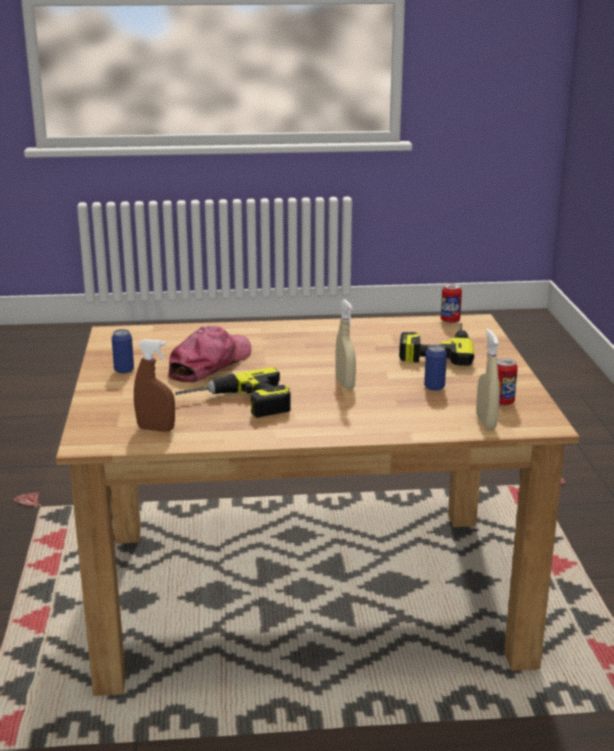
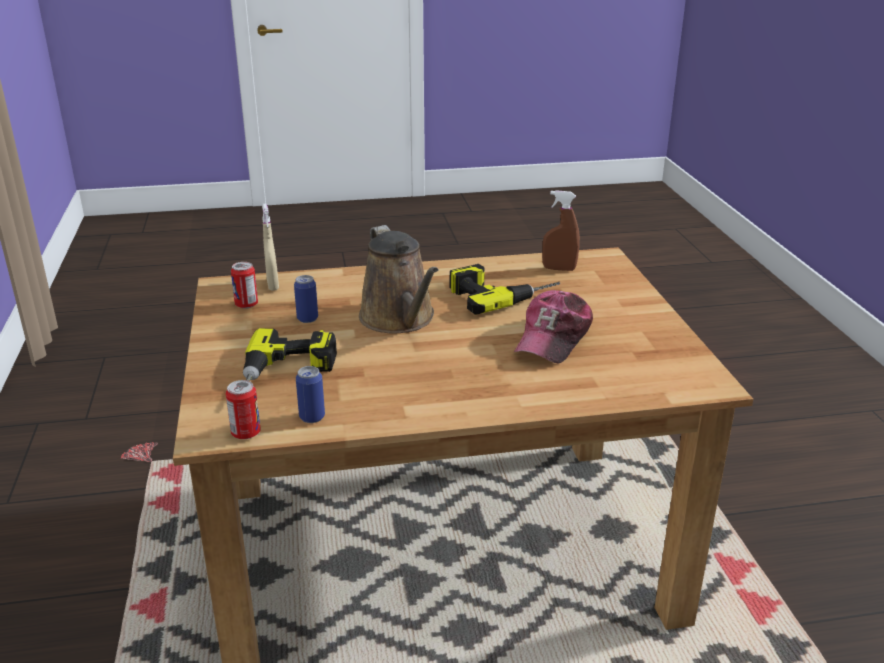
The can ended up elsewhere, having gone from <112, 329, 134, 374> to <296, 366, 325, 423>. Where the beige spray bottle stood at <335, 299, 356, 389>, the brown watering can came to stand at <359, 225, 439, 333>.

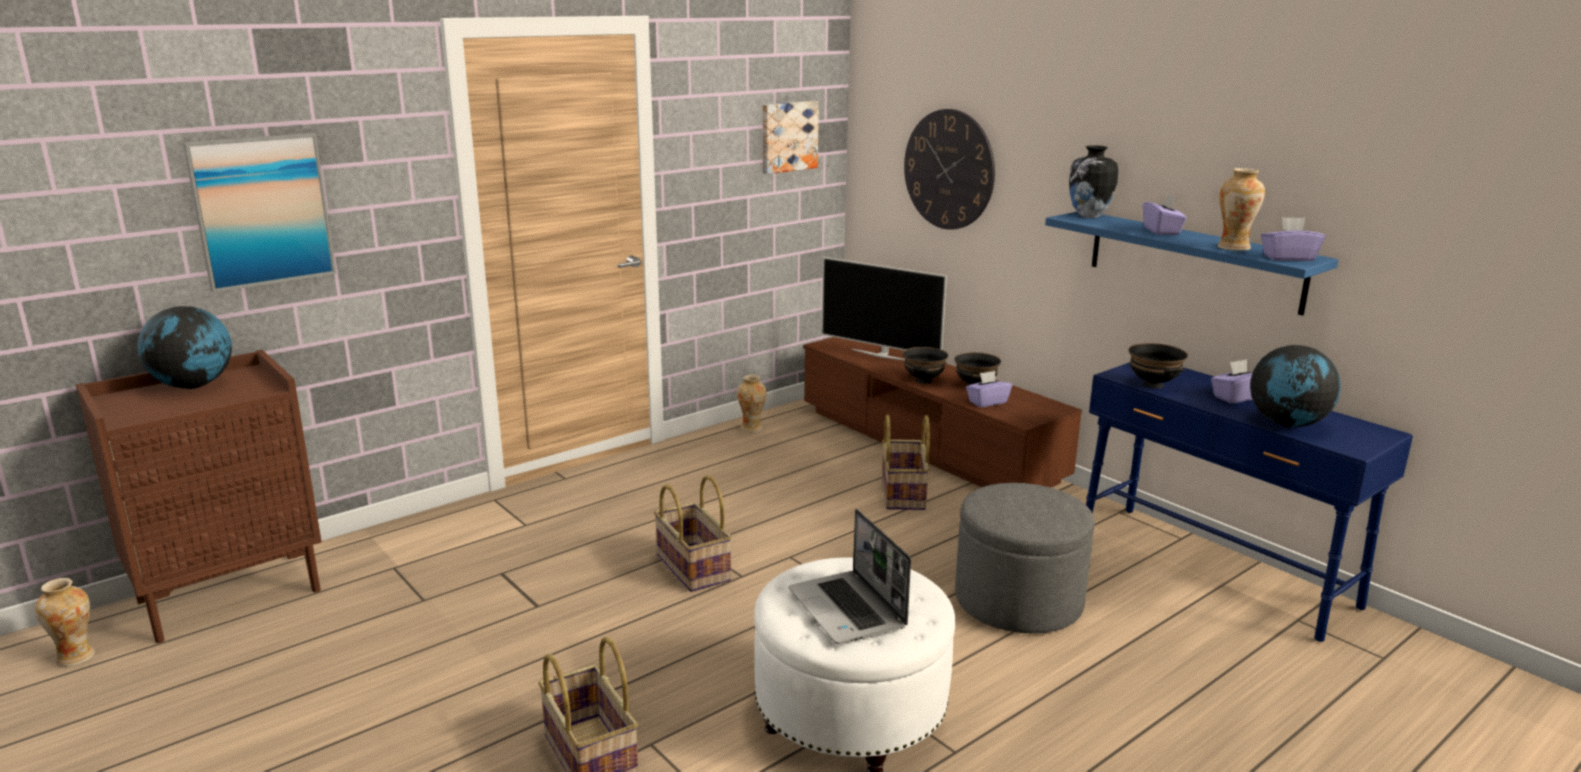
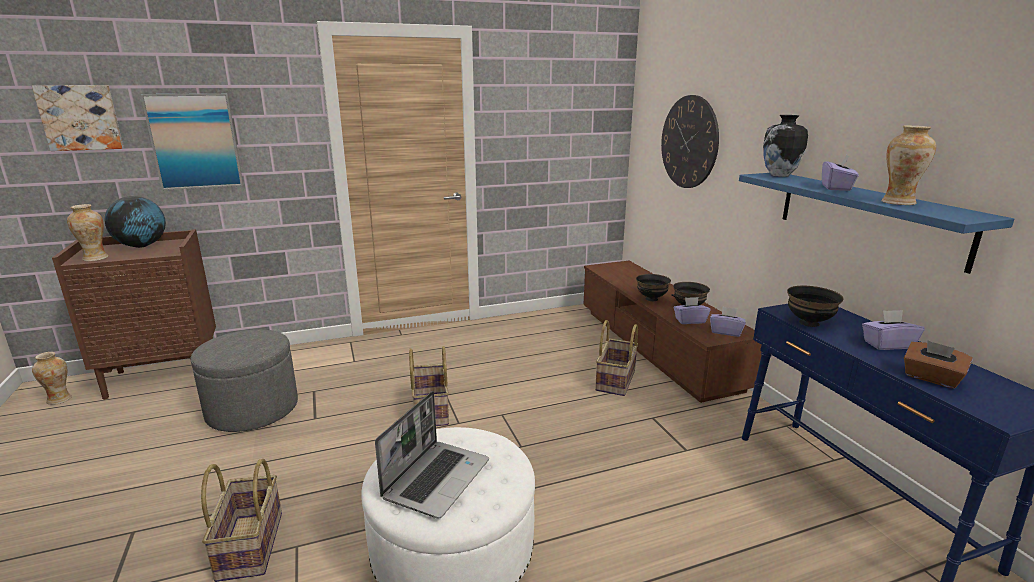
The vase ended up elsewhere, having gone from <737, 375, 766, 433> to <67, 204, 108, 261>. The picture ended up elsewhere, having gone from <762, 101, 819, 174> to <32, 85, 124, 151>. The laptop at <788, 509, 911, 644> ended up facing another way, 150 degrees counterclockwise from before. The second view lost the television at <821, 257, 947, 361>. The grey ottoman ended up elsewhere, having gone from <955, 483, 1094, 634> to <190, 329, 298, 432>. Where the globe stood at <1250, 345, 1341, 427>, the brown tissue box came to stand at <904, 341, 973, 389>. The purple tissue box ended up elsewhere, having gone from <1261, 217, 1325, 261> to <710, 306, 746, 337>.

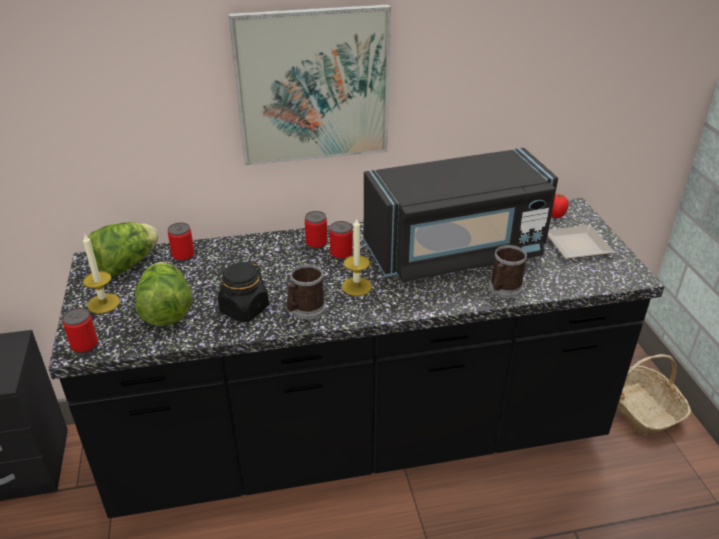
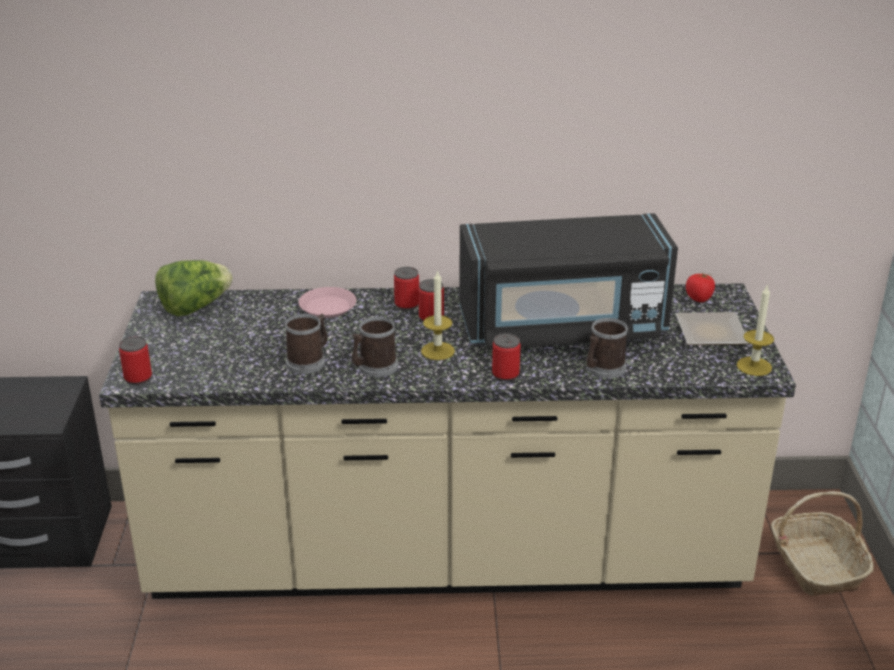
What was the black counter at <48, 198, 664, 519> turned into the beige counter at <99, 283, 796, 599>. The candle ended up elsewhere, having gone from <83, 233, 120, 314> to <737, 284, 774, 376>. The second view lost the lettuce at <135, 262, 192, 326>. The can ended up elsewhere, having gone from <168, 223, 195, 262> to <492, 333, 521, 381>. Where the black jar stood at <218, 261, 269, 322>, the mug came to stand at <285, 314, 328, 374>. The second view lost the picture at <229, 4, 391, 165>. The second view gained the pink plate at <299, 287, 356, 318>.

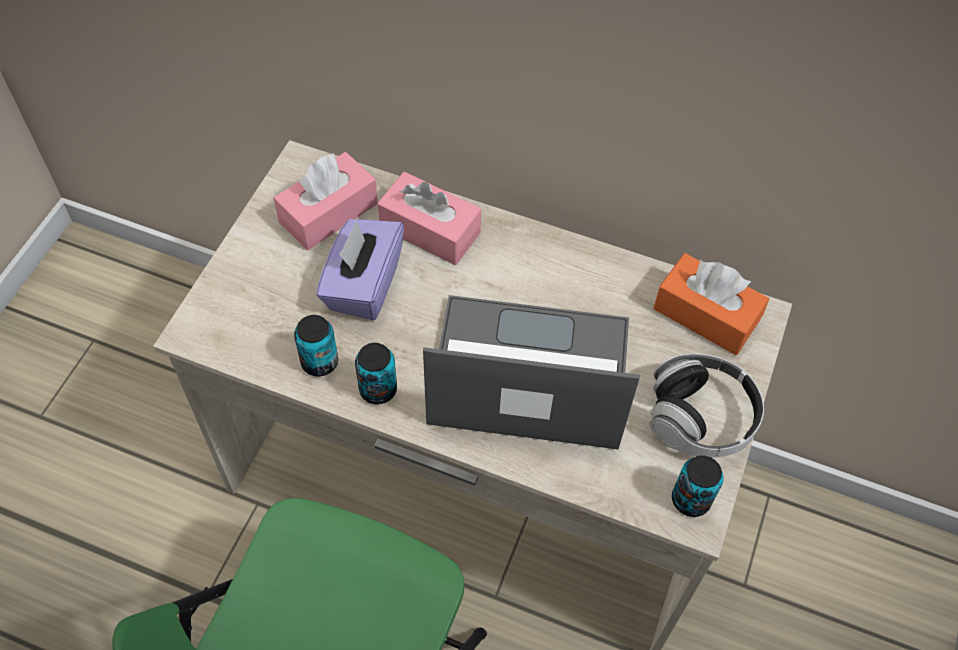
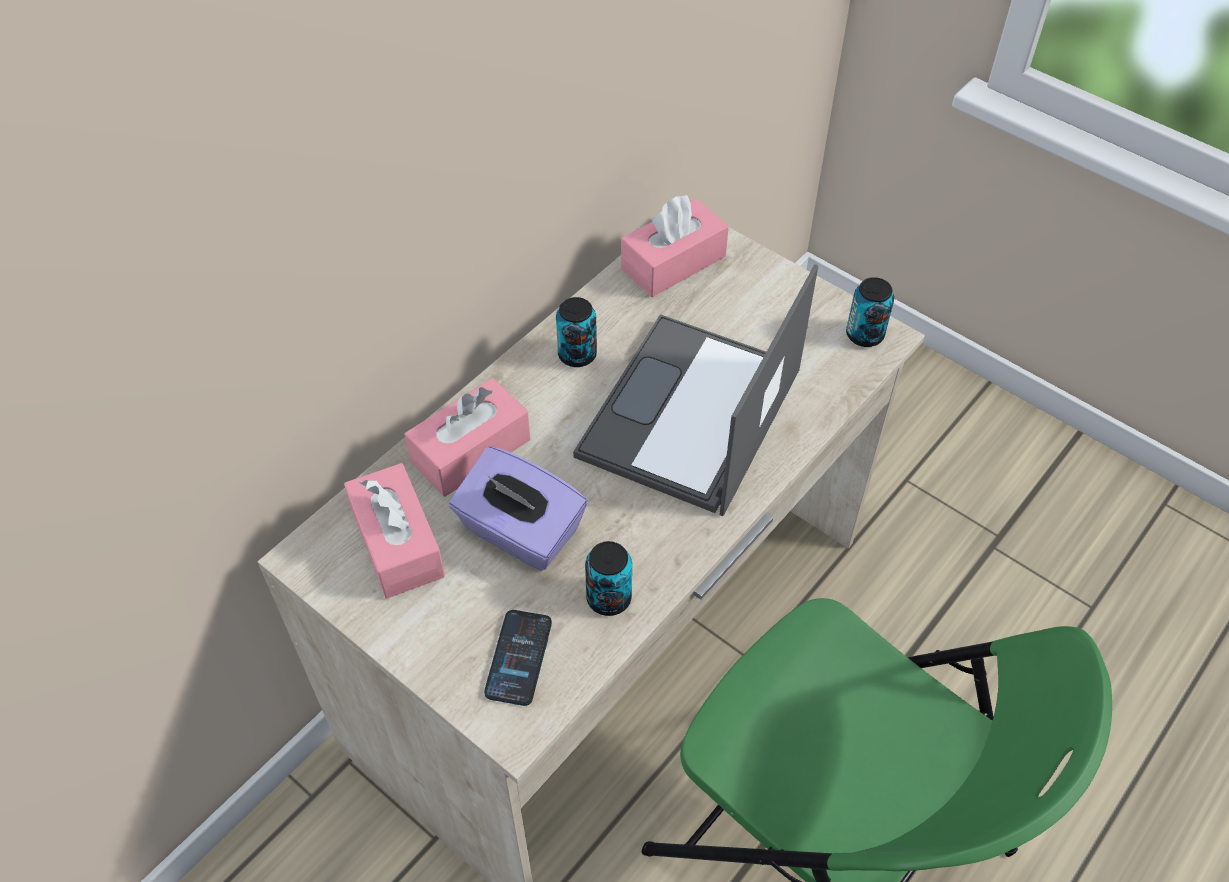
The can ended up elsewhere, having gone from <355, 343, 397, 404> to <556, 297, 597, 367>. The second view lost the headphones at <649, 354, 764, 458>. What was the orange tissue box at <654, 253, 769, 355> turned into the pink tissue box at <621, 195, 729, 297>. The second view gained the phone at <484, 610, 552, 706>.

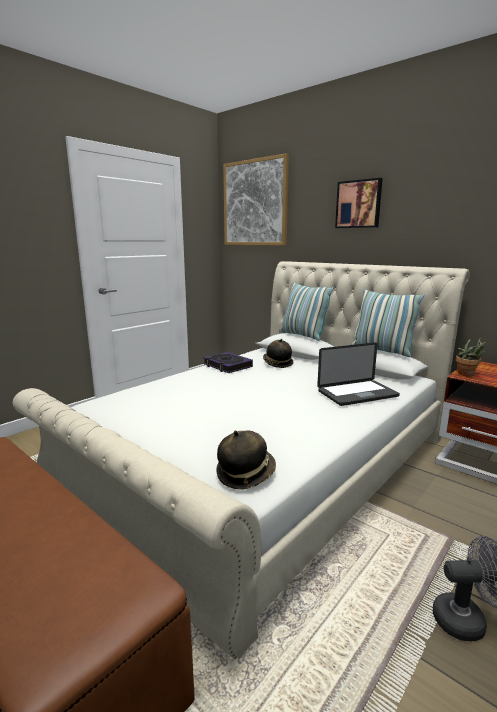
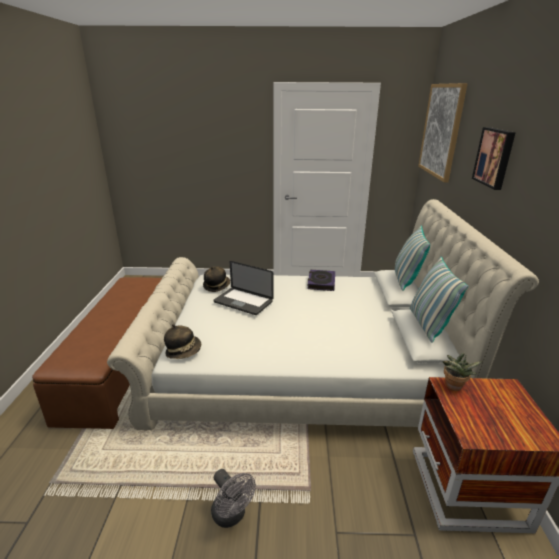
The hat ended up elsewhere, having gone from <263, 339, 293, 368> to <203, 266, 230, 292>. The laptop ended up elsewhere, having gone from <317, 343, 400, 406> to <214, 261, 273, 315>.

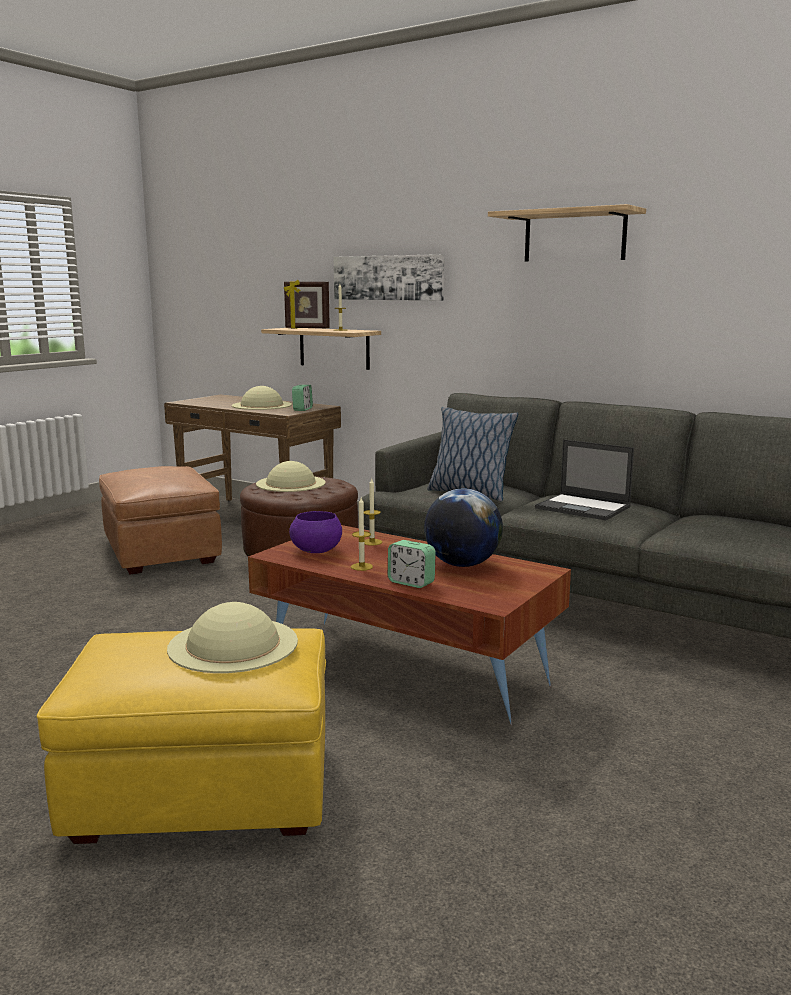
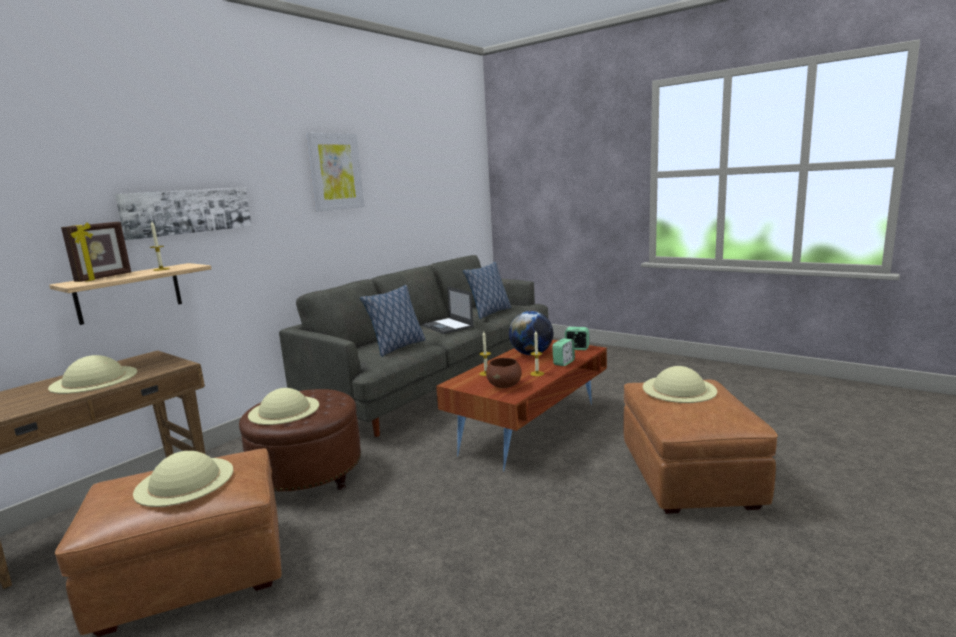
What was the yellow ottoman at <37, 628, 326, 844> turned into the brown ottoman at <623, 380, 778, 514>. What was the purple bowl at <289, 511, 342, 553> turned into the brown bowl at <486, 358, 521, 388>. The alarm clock ended up elsewhere, having gone from <292, 385, 313, 411> to <565, 327, 589, 350>. Where the shelf hung at <488, 204, 646, 261>, the picture came to hang at <306, 133, 365, 212>. The laptop at <535, 439, 634, 520> ended up facing another way, 105 degrees clockwise from before. The second view gained the beige hat at <133, 451, 233, 507>. The second view gained the pillow at <463, 262, 511, 319>.

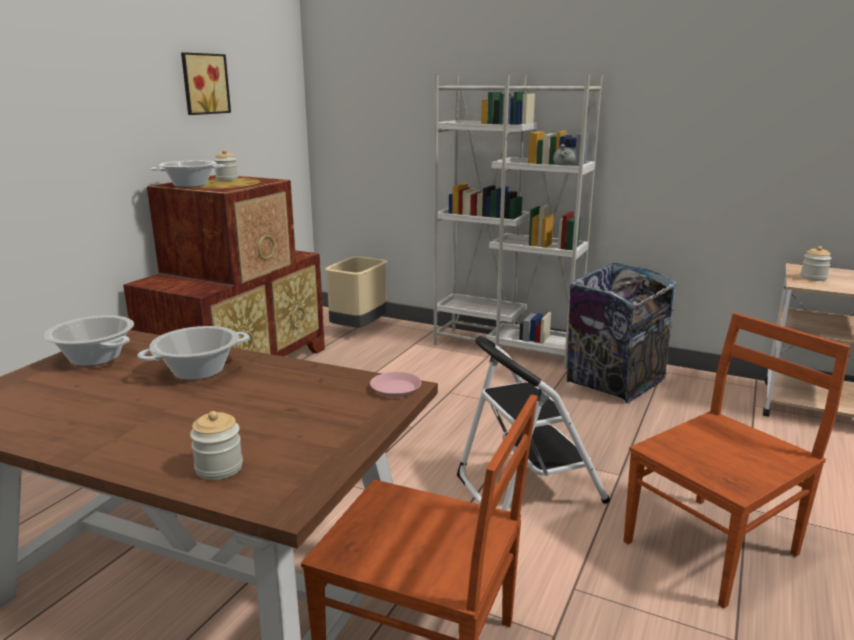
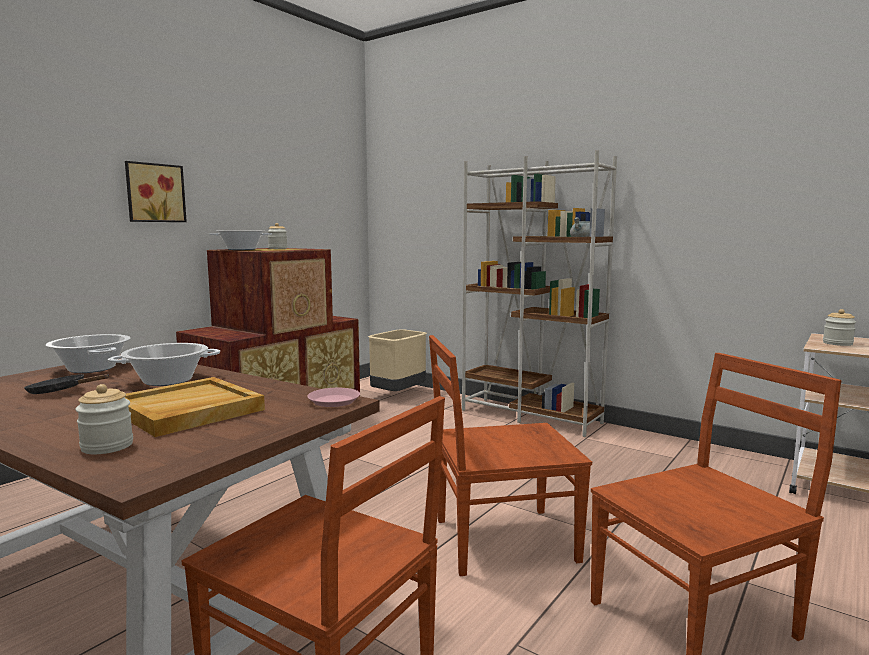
The picture ended up elsewhere, having gone from <181, 52, 231, 115> to <125, 161, 187, 222>. What was the white bookcase at <434, 74, 603, 369> turned into the brown bookcase at <462, 151, 617, 437>. Where the step ladder stood at <457, 336, 610, 511>, the brown chair came to stand at <429, 335, 592, 576>. The second view lost the trash can at <567, 263, 677, 403>. The second view gained the black frying pan at <24, 374, 109, 394>. The second view gained the beige tray at <125, 377, 265, 437>.

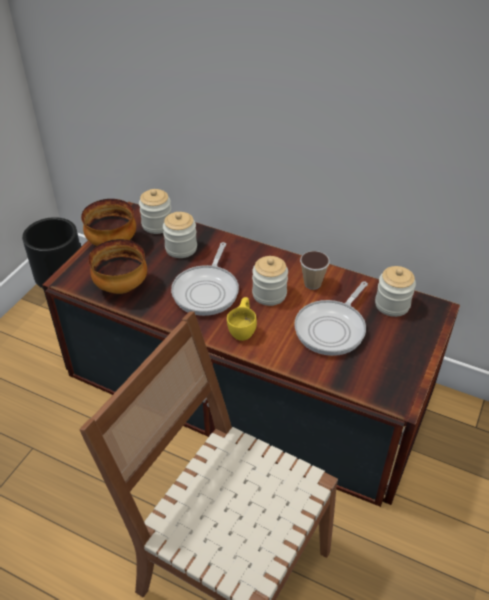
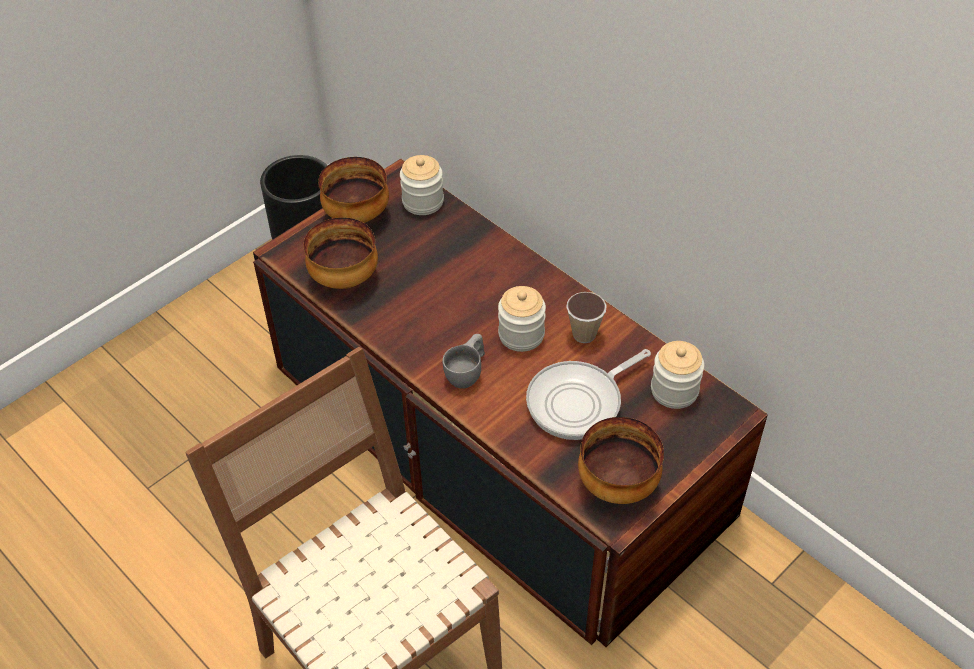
The second view lost the jar at <163, 212, 197, 258>. The second view lost the frying pan at <171, 242, 239, 316>. What was the yellow cup at <227, 297, 257, 341> turned into the grey cup at <443, 334, 485, 389>. The second view gained the bowl at <578, 417, 664, 504>.

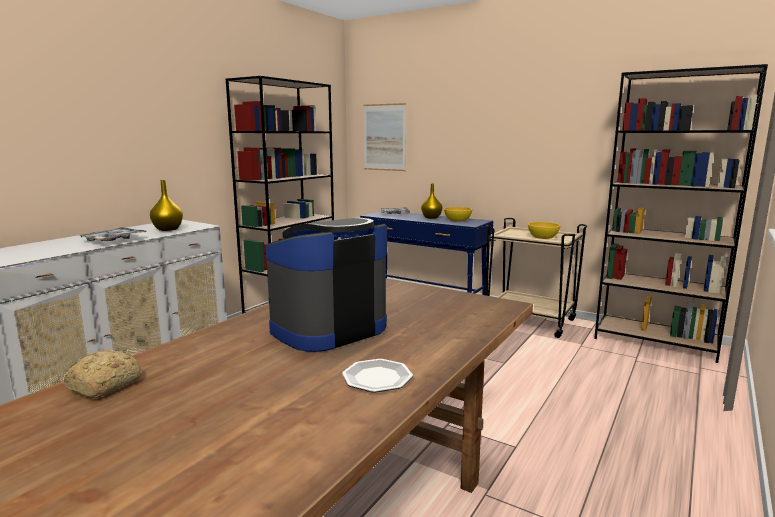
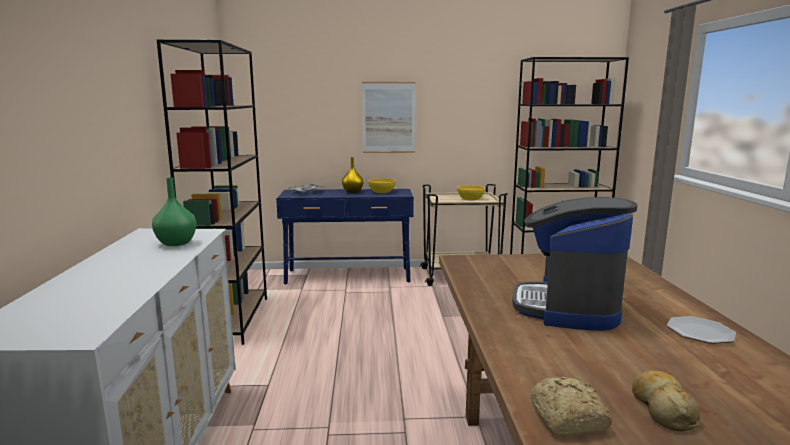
The second view lost the tray at <80, 227, 147, 241>. What was the yellow vase at <150, 180, 183, 231> turned into the green vase at <152, 177, 197, 246>. The picture ended up elsewhere, having gone from <364, 103, 406, 171> to <362, 82, 416, 153>. The second view gained the bread at <632, 370, 700, 431>.

